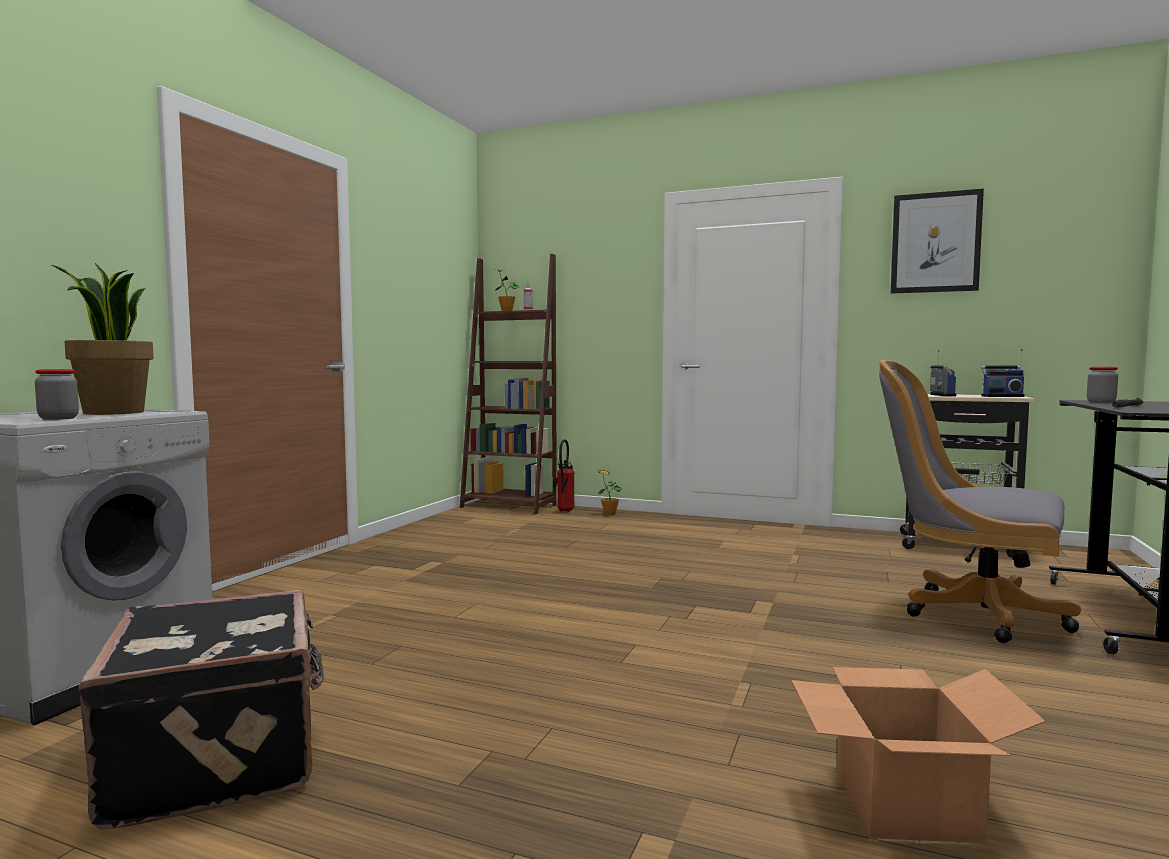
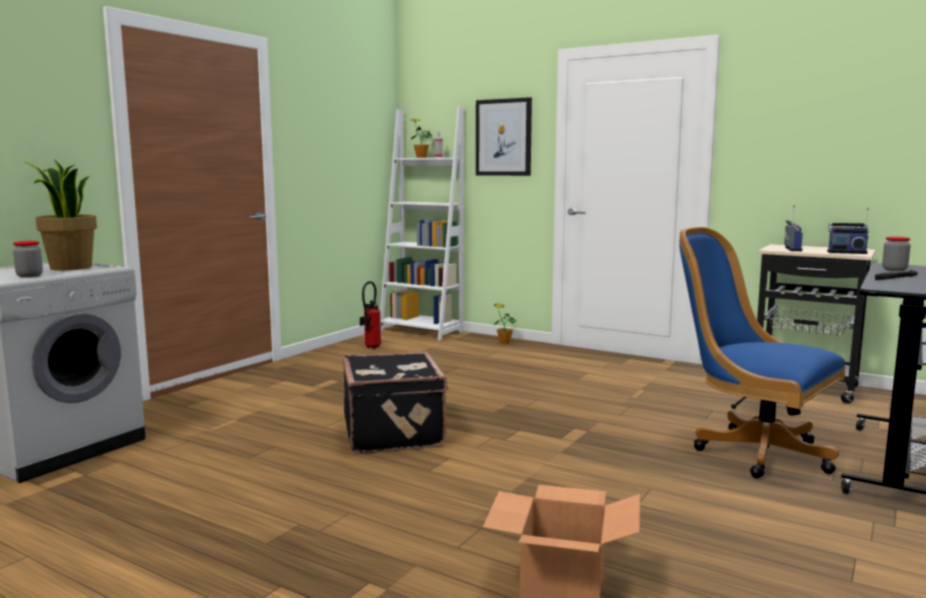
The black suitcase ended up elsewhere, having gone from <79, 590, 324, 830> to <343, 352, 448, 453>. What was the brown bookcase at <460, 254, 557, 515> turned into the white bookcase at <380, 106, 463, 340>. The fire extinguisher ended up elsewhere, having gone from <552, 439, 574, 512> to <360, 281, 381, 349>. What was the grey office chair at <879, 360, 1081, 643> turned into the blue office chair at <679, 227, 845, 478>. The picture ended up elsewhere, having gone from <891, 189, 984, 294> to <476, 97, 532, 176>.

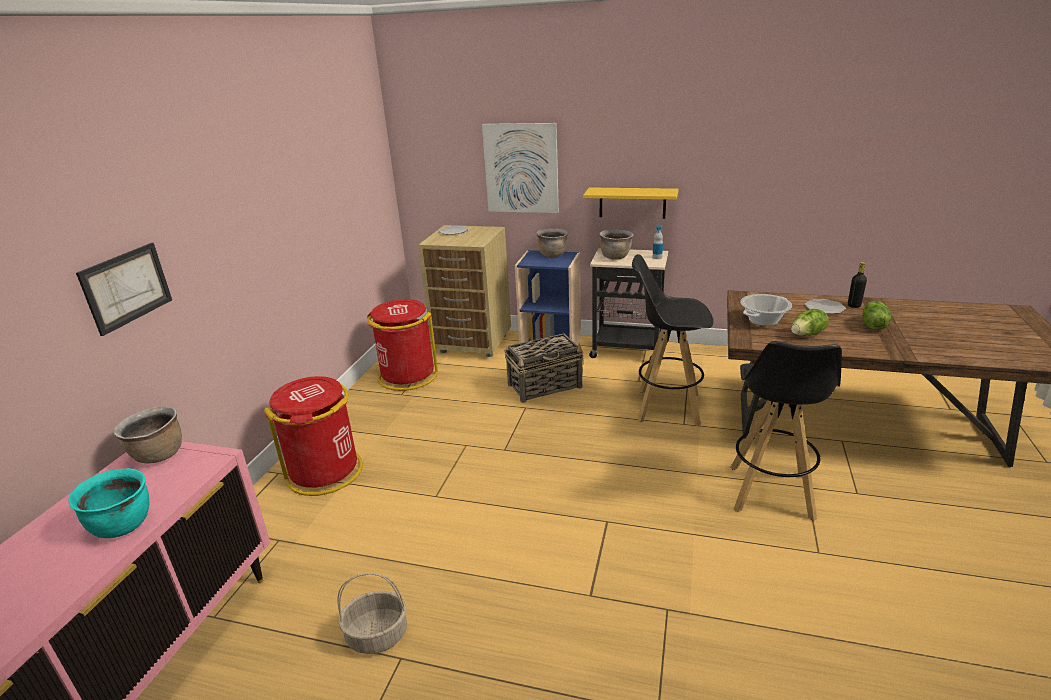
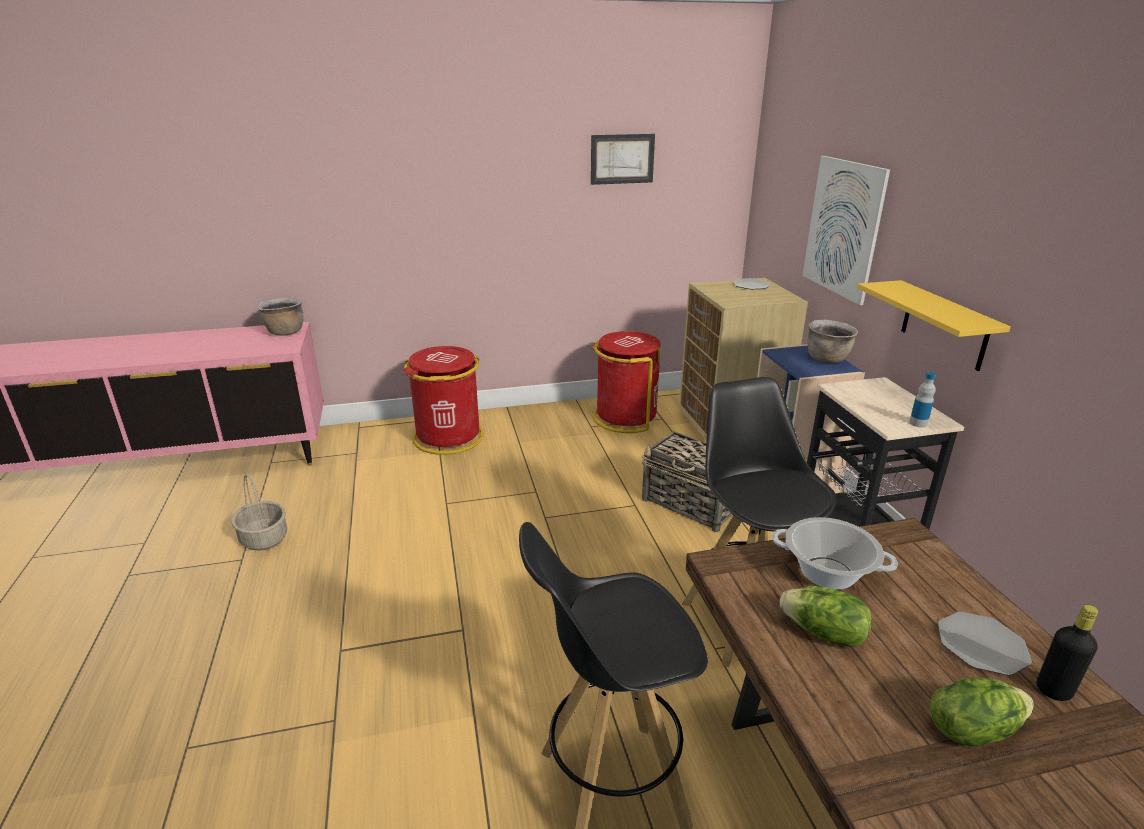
The second view lost the turquoise cooking pot at <68, 468, 149, 538>. The picture ended up elsewhere, having gone from <76, 243, 172, 336> to <591, 134, 655, 185>. The second view lost the brown cooking pot at <599, 229, 633, 259>.

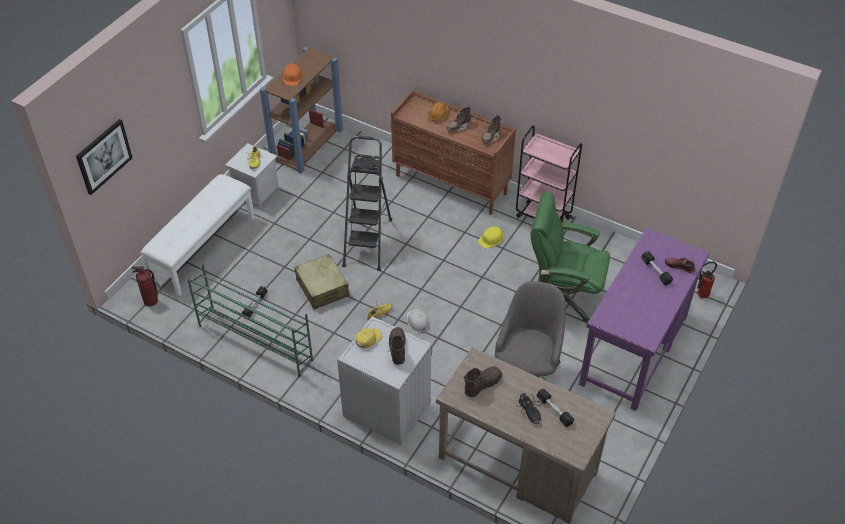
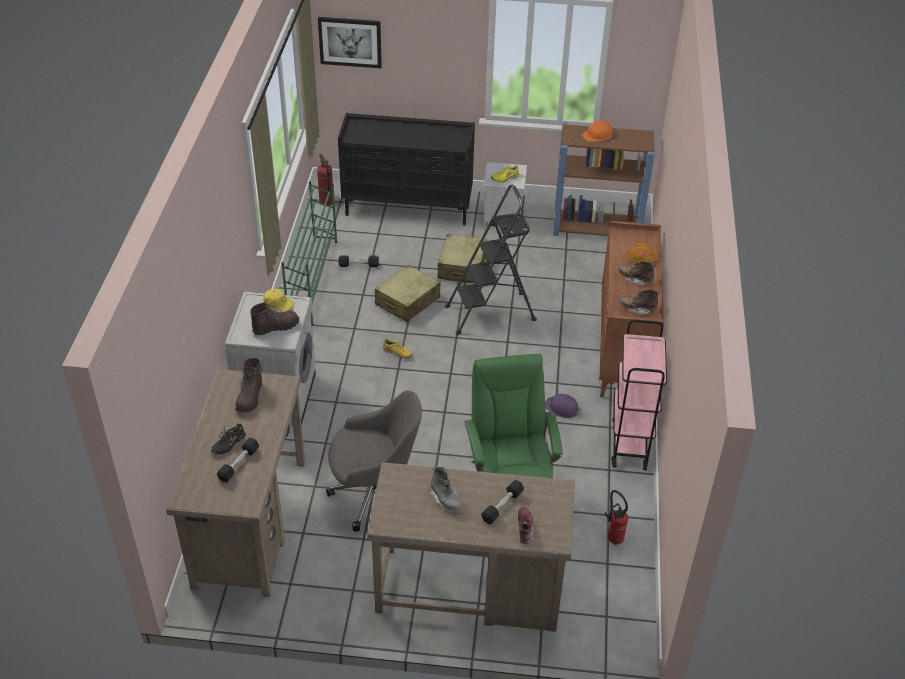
Where the white bench stood at <141, 174, 255, 296>, the black cabinet came to stand at <338, 113, 475, 225>. The second view lost the white hard hat at <407, 308, 430, 333>. The brown boot at <464, 366, 502, 397> ended up facing another way, 75 degrees clockwise from before. What was the yellow hard hat at <478, 226, 504, 248> turned into the purple hard hat at <545, 394, 582, 418>. What was the purple desk at <579, 228, 709, 411> turned into the brown desk at <367, 462, 575, 632>. The fire extinguisher ended up elsewhere, having gone from <697, 261, 717, 298> to <605, 490, 629, 545>. The second view gained the grey boot at <430, 466, 462, 511>. The second view gained the beige suitcase at <438, 234, 487, 284>.

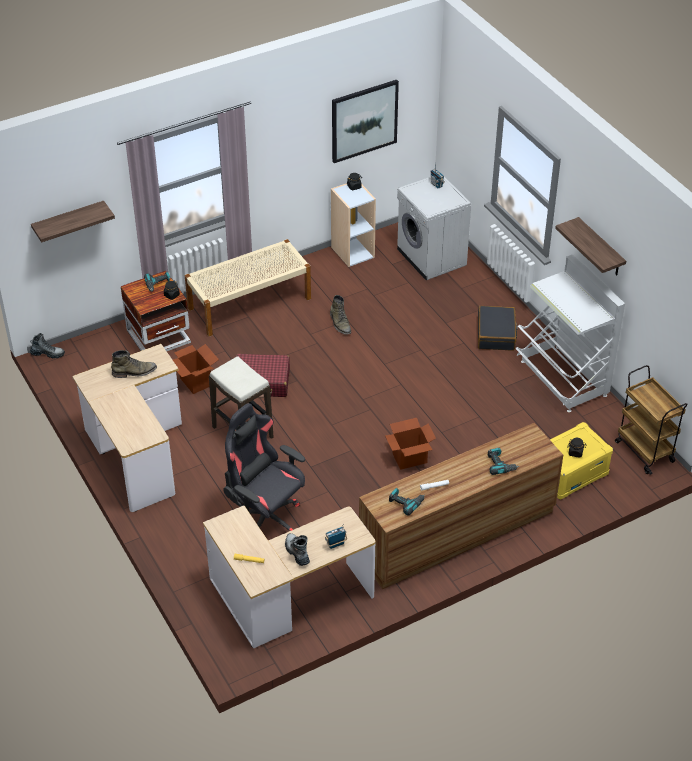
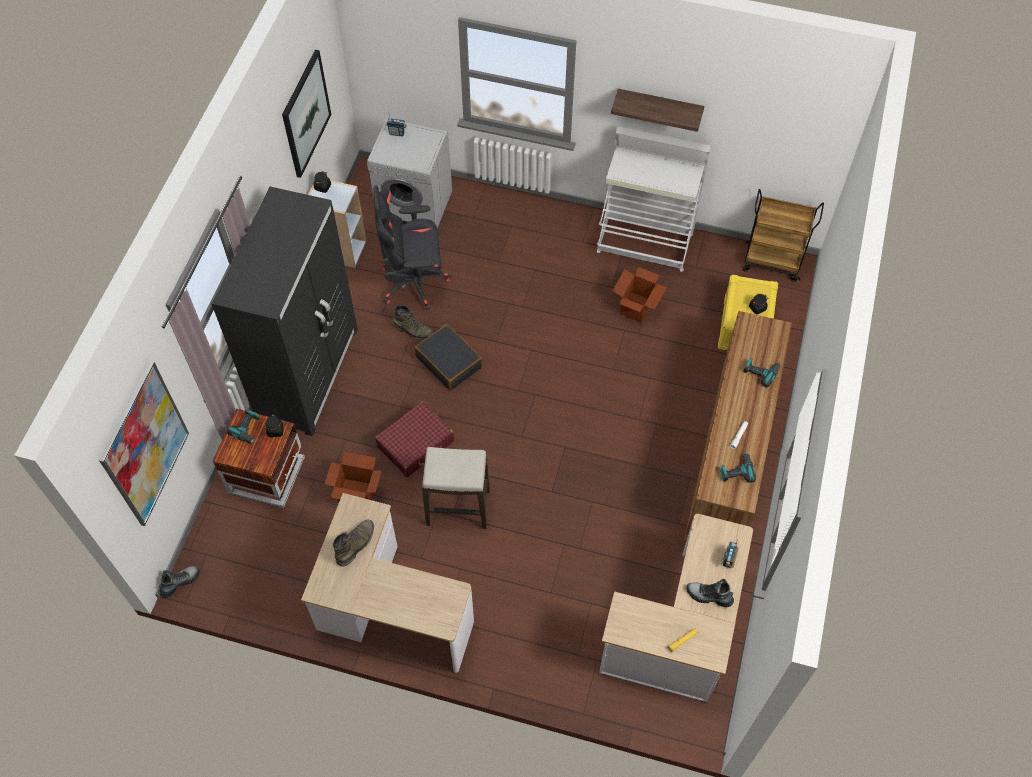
Where the shelf hung at <31, 201, 115, 242>, the picture came to hang at <99, 361, 189, 526>. Where the beige bench stood at <185, 239, 311, 337>, the black cabinet came to stand at <211, 187, 358, 436>. The black office chair ended up elsewhere, having gone from <223, 403, 305, 531> to <373, 185, 452, 311>. The cardboard box ended up elsewhere, having gone from <385, 418, 436, 470> to <613, 267, 667, 323>. The black suitcase ended up elsewhere, having gone from <478, 306, 518, 351> to <415, 324, 482, 391>.

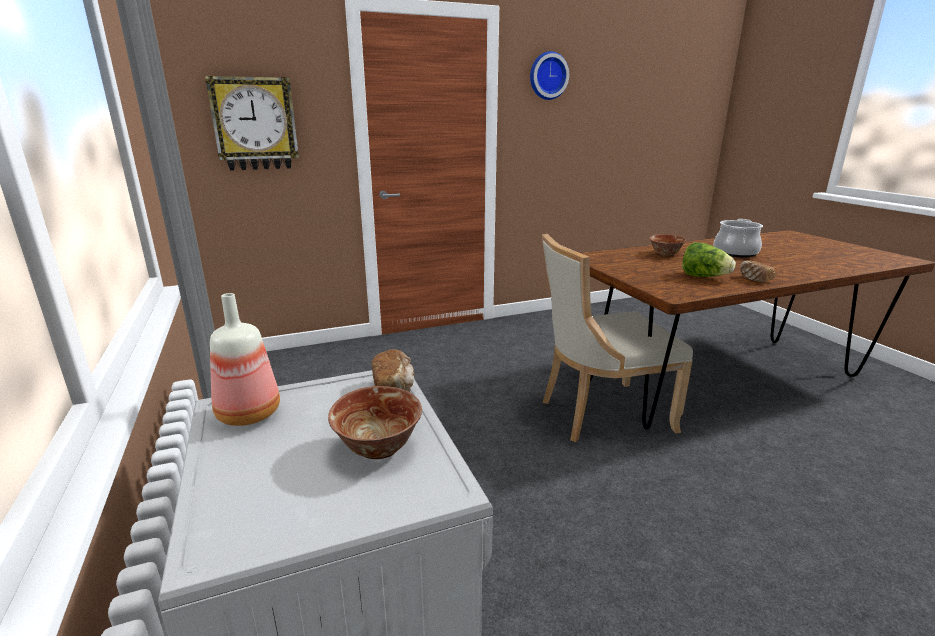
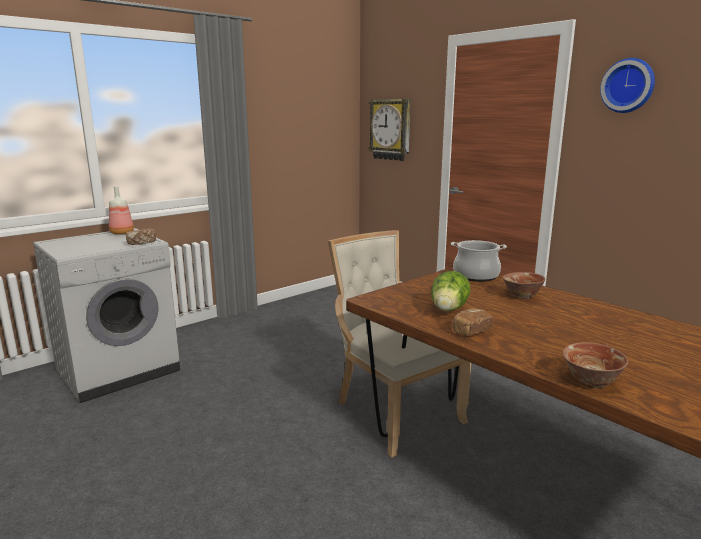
The bowl ended up elsewhere, having gone from <328, 386, 422, 459> to <563, 342, 628, 388>. The cooking pot ended up elsewhere, having gone from <713, 219, 763, 258> to <451, 240, 507, 282>.

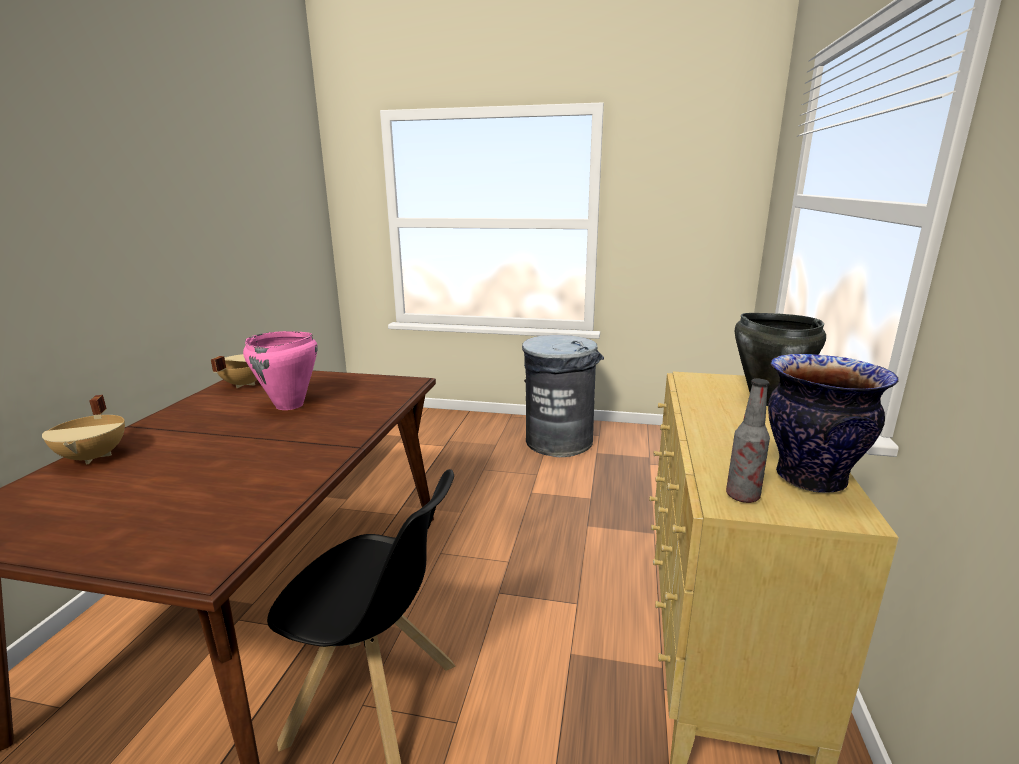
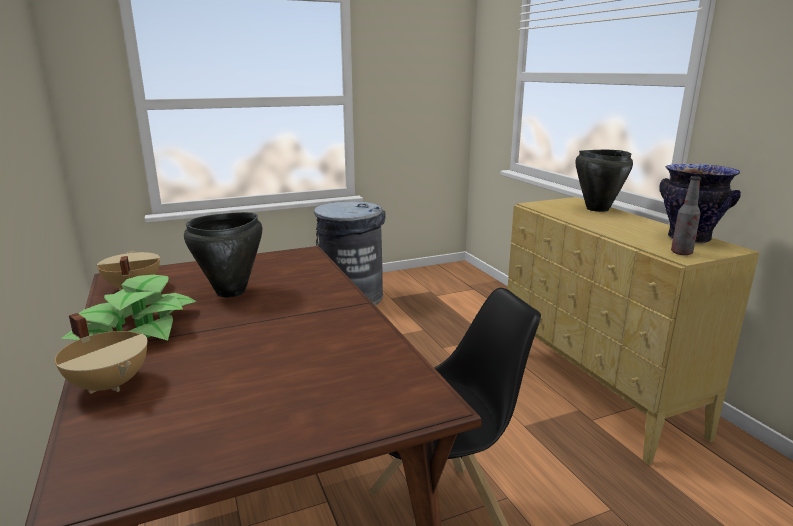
What was the pink cooking pot at <243, 331, 318, 410> turned into the black cooking pot at <184, 212, 262, 297>. The second view gained the potted plant at <61, 275, 197, 341>.

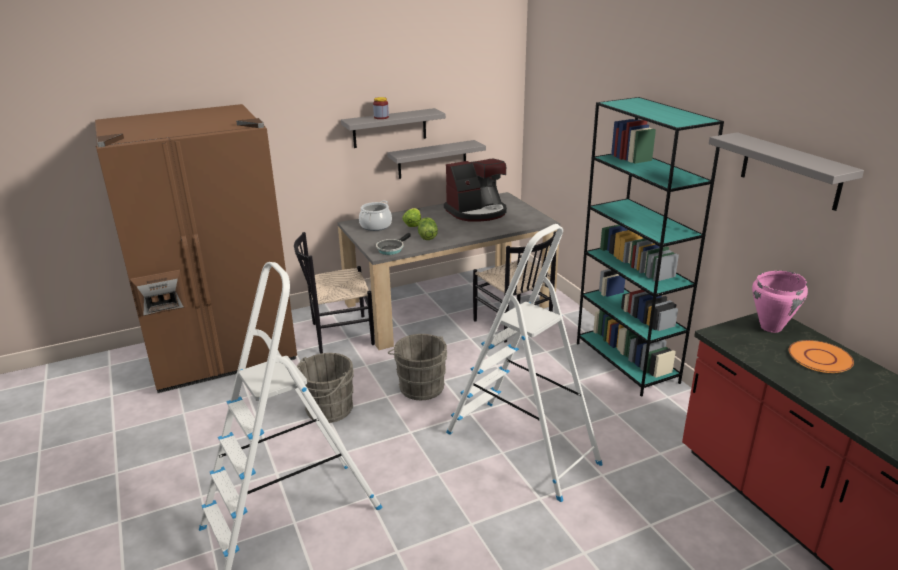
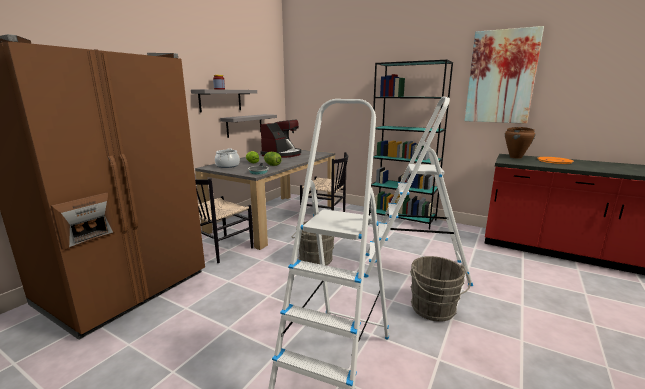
The grey bucket ended up elsewhere, having gone from <294, 353, 354, 423> to <410, 256, 471, 322>. Where the grey shelf hung at <709, 132, 864, 211>, the picture came to hang at <465, 26, 544, 124>. What was the pink cooking pot at <752, 271, 808, 333> turned into the brown cooking pot at <505, 127, 535, 159>.

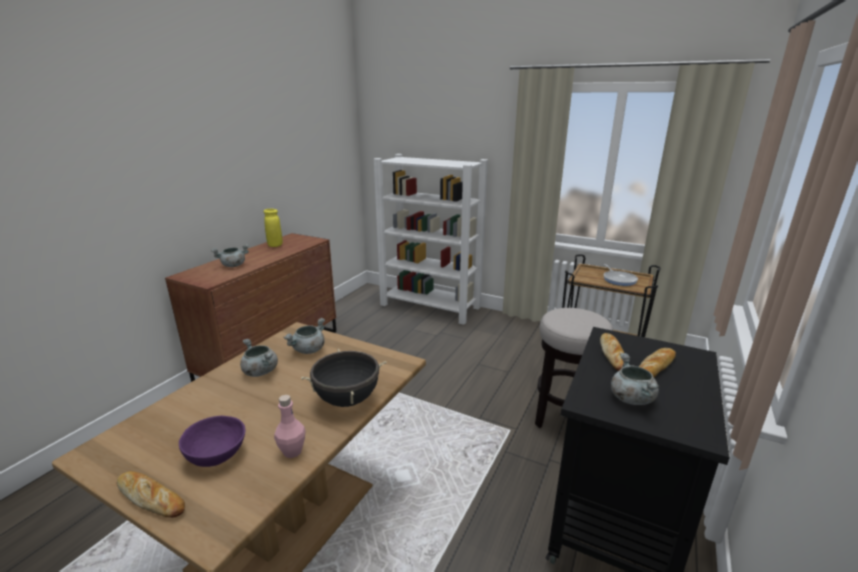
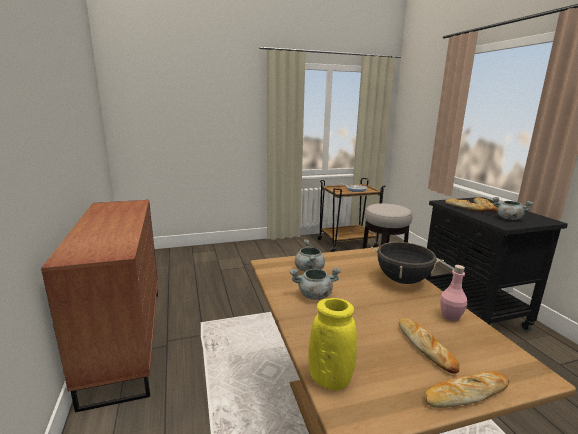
Where the purple bowl stood at <179, 416, 245, 467>, the bread came to stand at <399, 318, 459, 374>. The second view lost the grey cooking pot at <211, 244, 249, 267>. The yellow vase ended up elsewhere, having gone from <264, 209, 283, 247> to <308, 298, 357, 391>. The second view lost the white bookcase at <374, 154, 488, 325>.

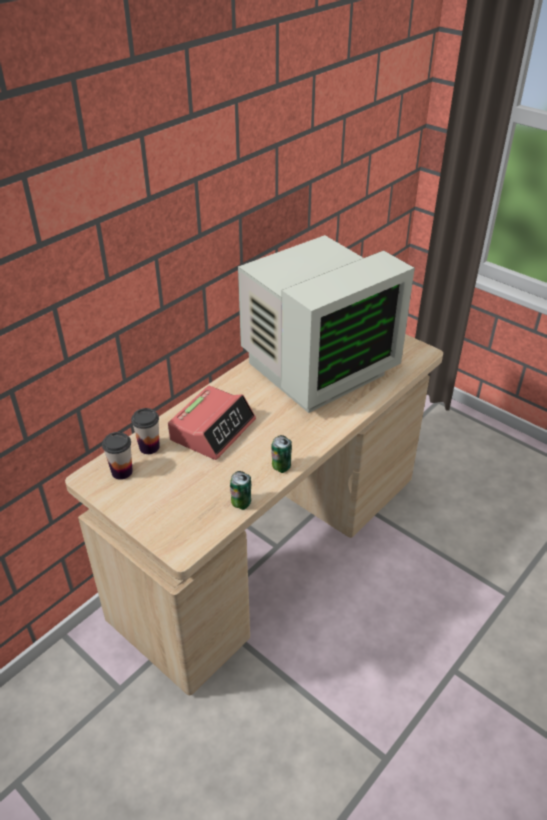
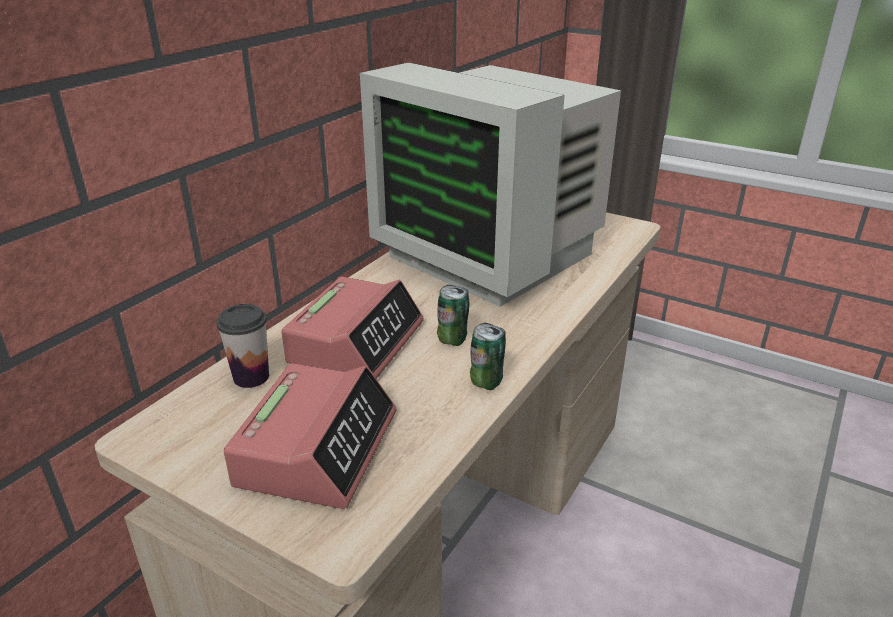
The second view lost the cup at <102, 432, 133, 480>. The can ended up elsewhere, having gone from <230, 471, 251, 510> to <437, 285, 469, 346>. The monitor at <238, 235, 415, 413> ended up facing another way, 90 degrees clockwise from before. The second view gained the alarm clock at <224, 363, 396, 509>.

